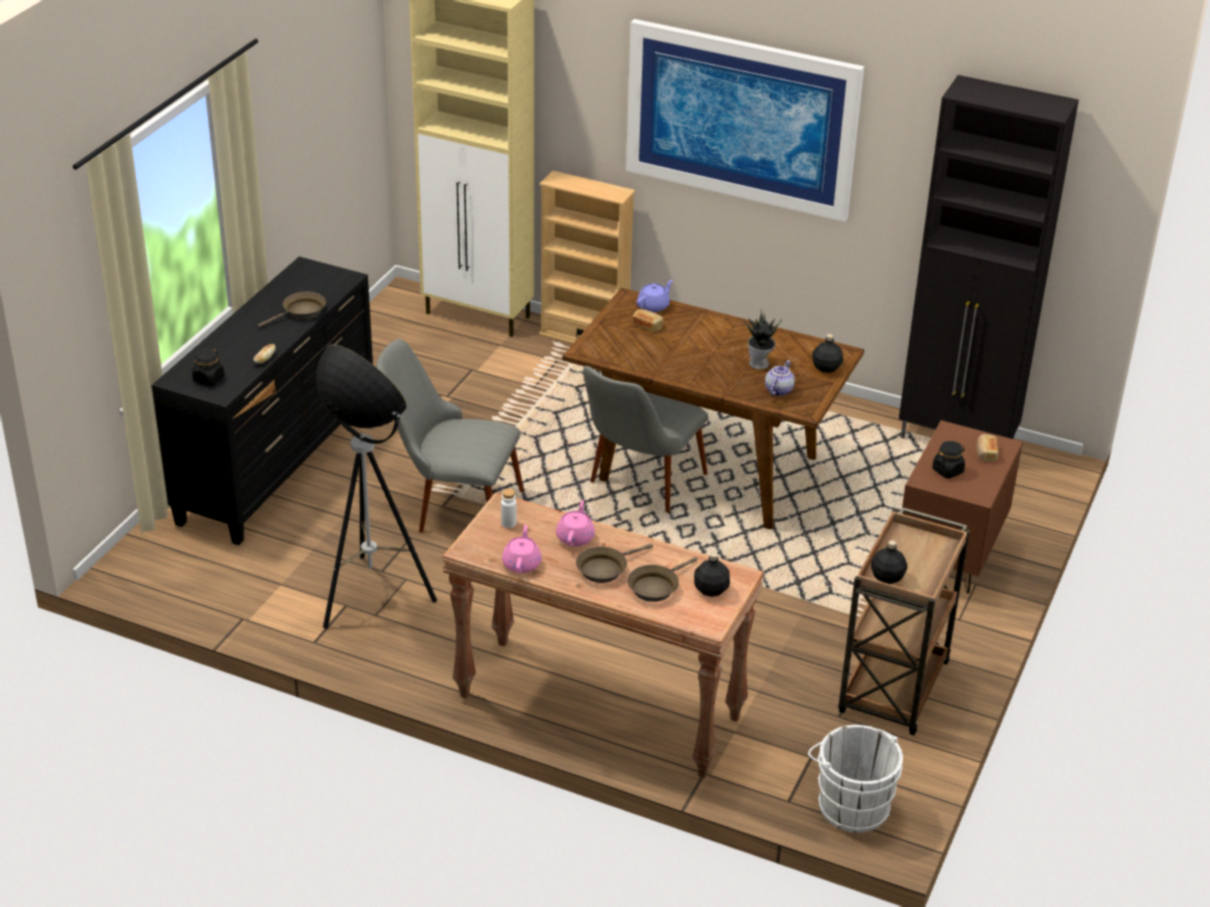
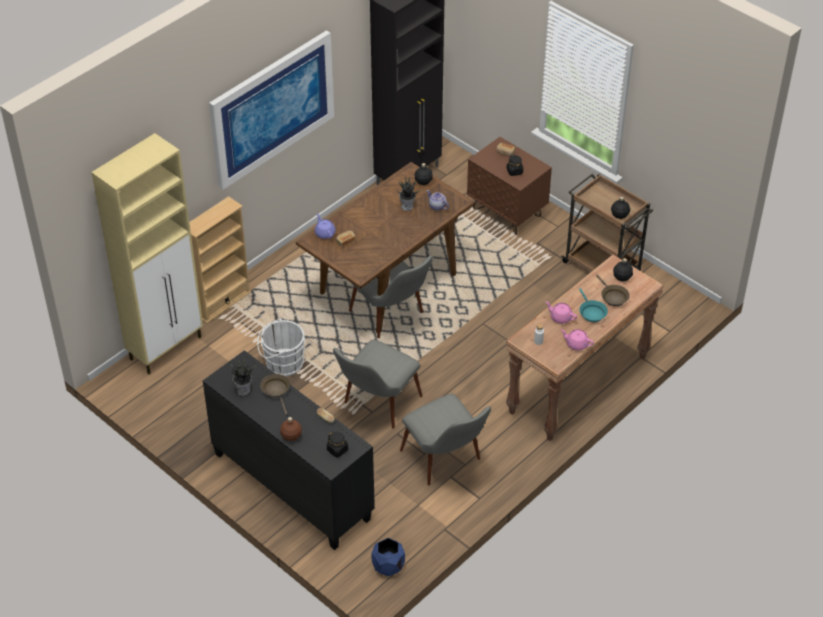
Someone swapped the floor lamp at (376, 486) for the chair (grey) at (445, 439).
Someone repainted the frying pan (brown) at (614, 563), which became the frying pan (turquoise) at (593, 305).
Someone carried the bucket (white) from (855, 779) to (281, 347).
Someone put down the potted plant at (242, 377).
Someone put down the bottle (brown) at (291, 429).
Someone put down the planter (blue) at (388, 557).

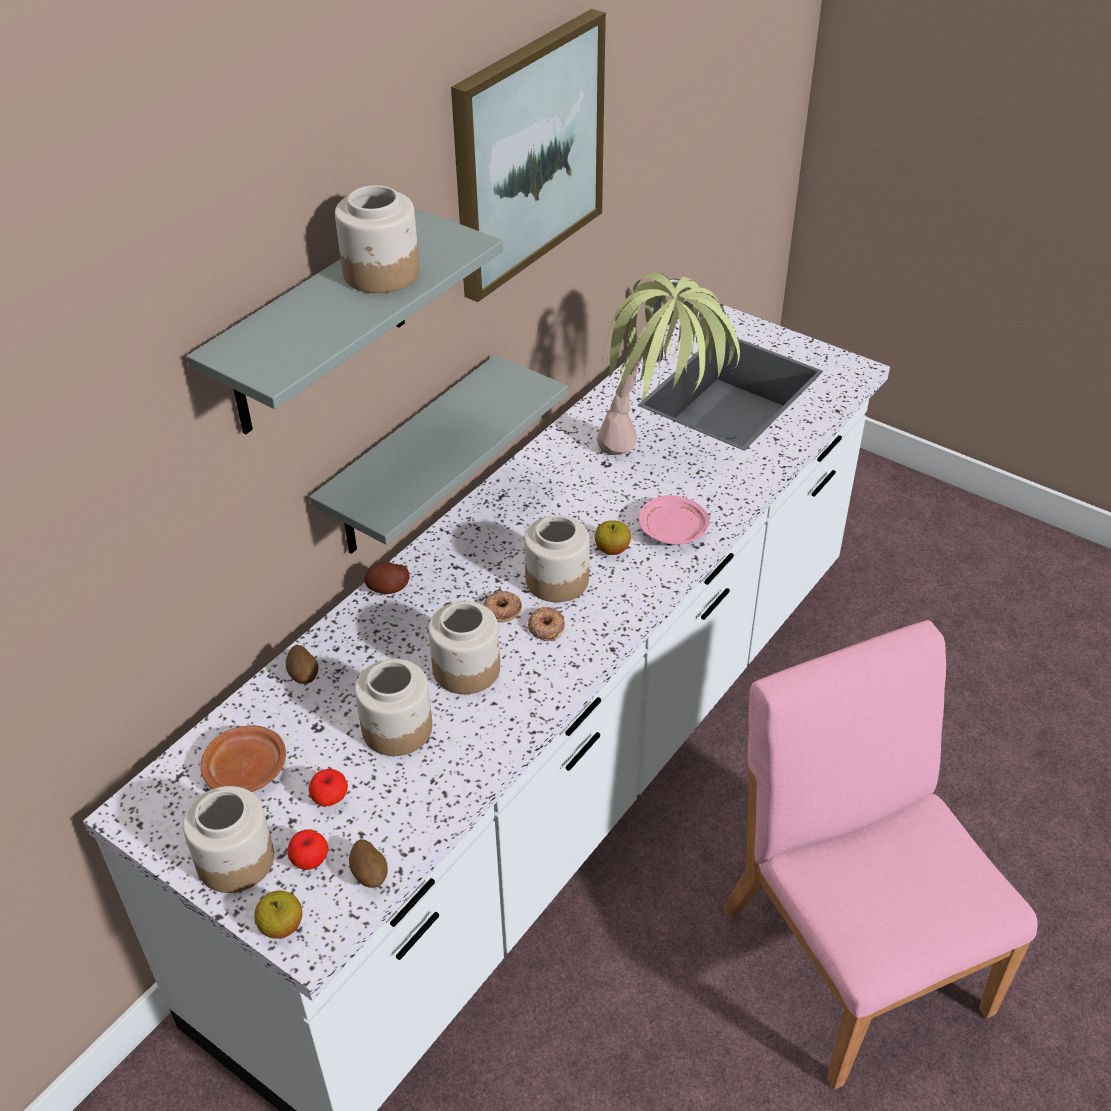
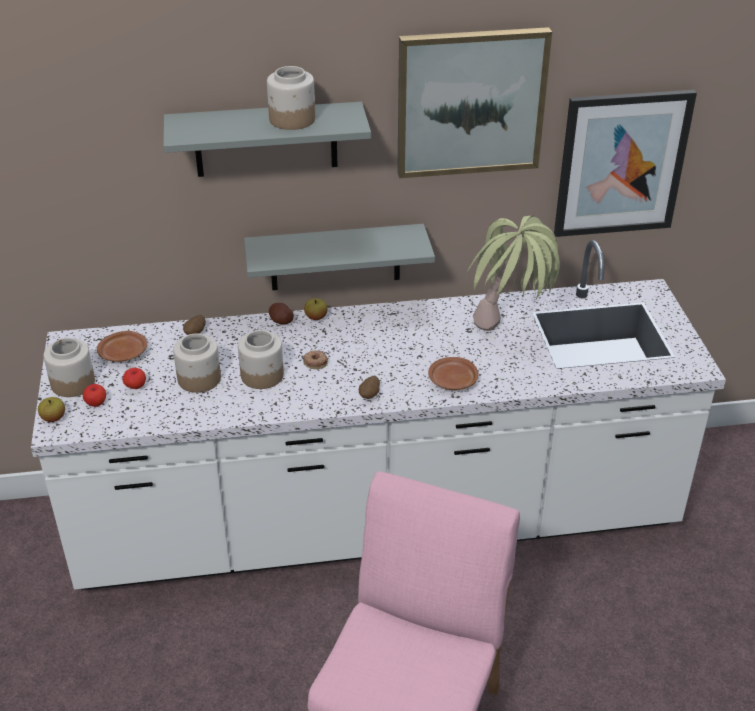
Someone carried the potato from (368, 863) to (369, 387).
Someone took away the jar at (557, 558).
Someone took away the donut at (546, 624).
Someone carried the apple from (613, 537) to (316, 309).
Someone repainted the plate (pink) at (674, 519), which became the plate (brown) at (453, 373).
Someone put up the picture at (625, 163).

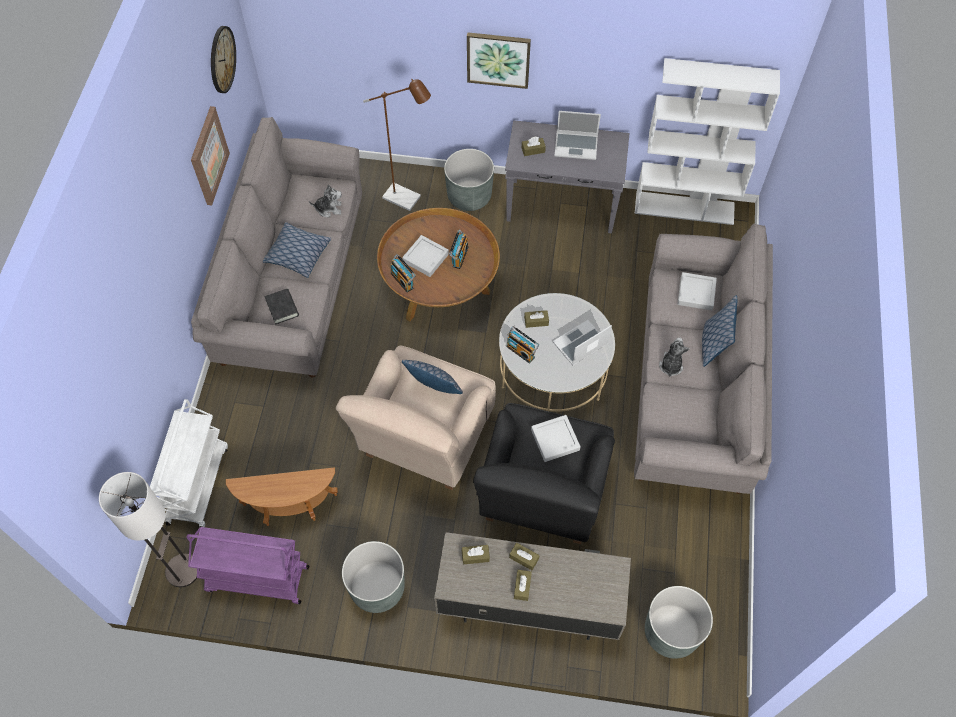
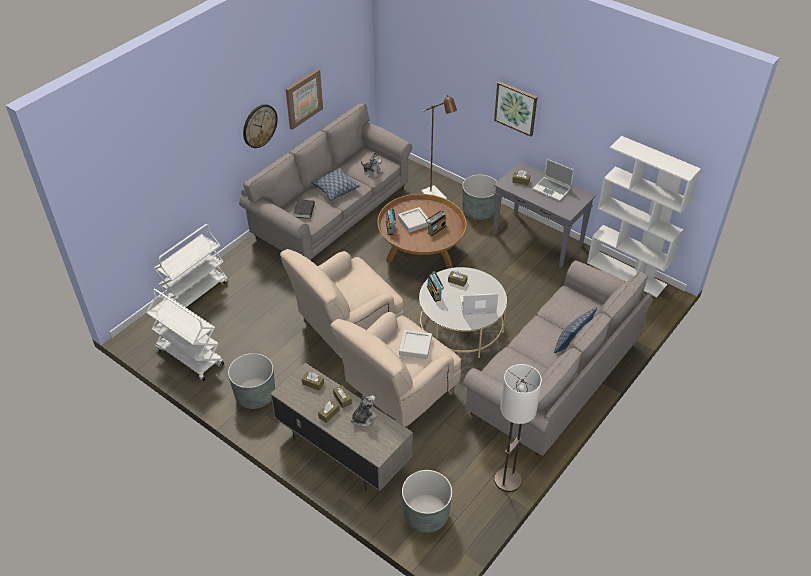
Someone carried the floor lamp from (149, 529) to (518, 428).
Someone repainted the cart (purple) at (247, 565), which became the cart (white) at (185, 334).
Someone carried the wall clock from (223, 59) to (260, 126).
Someone took away the side table (brown) at (282, 496).
Someone took away the pillow at (432, 377).
Someone repainted the armchair (black) at (544, 473), which became the armchair (beige) at (395, 370).
Someone carried the plush toy from (674, 357) to (363, 411).
Someone took away the tray (grey) at (697, 291).

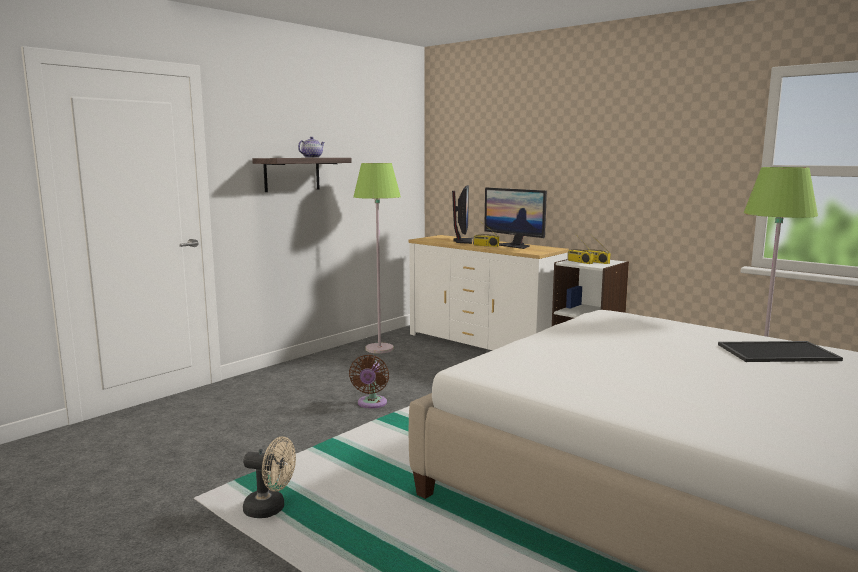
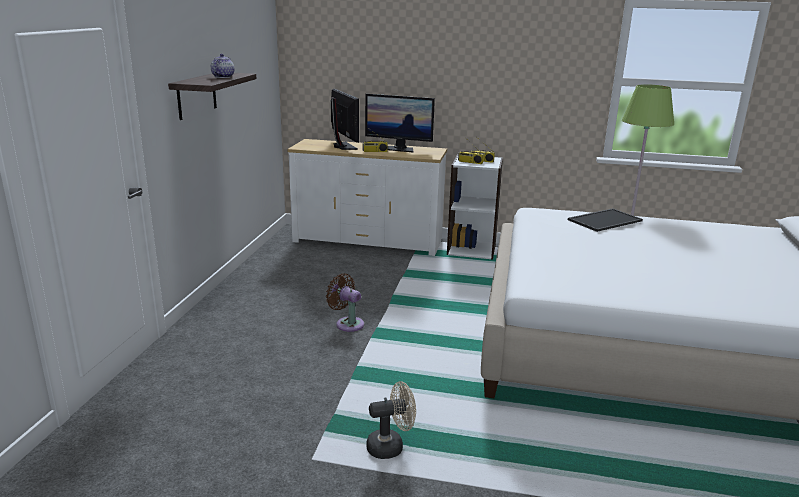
Someone rotated the fan (brown) at (369, 381) by 150 degrees clockwise.
Someone took away the floor lamp (green) at (377, 258).
Someone carried the tray from (780, 351) to (605, 220).

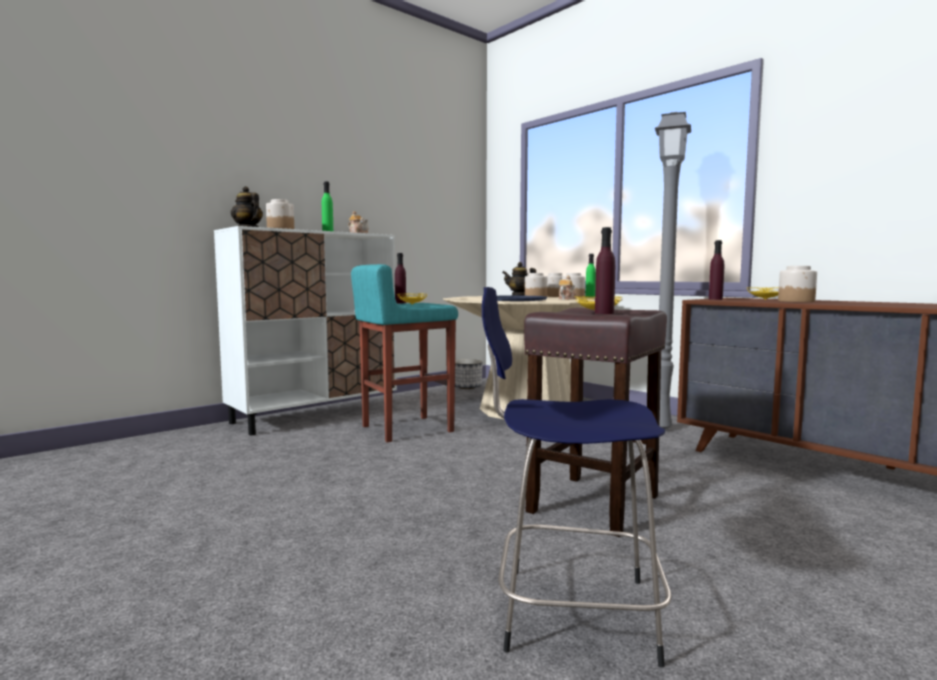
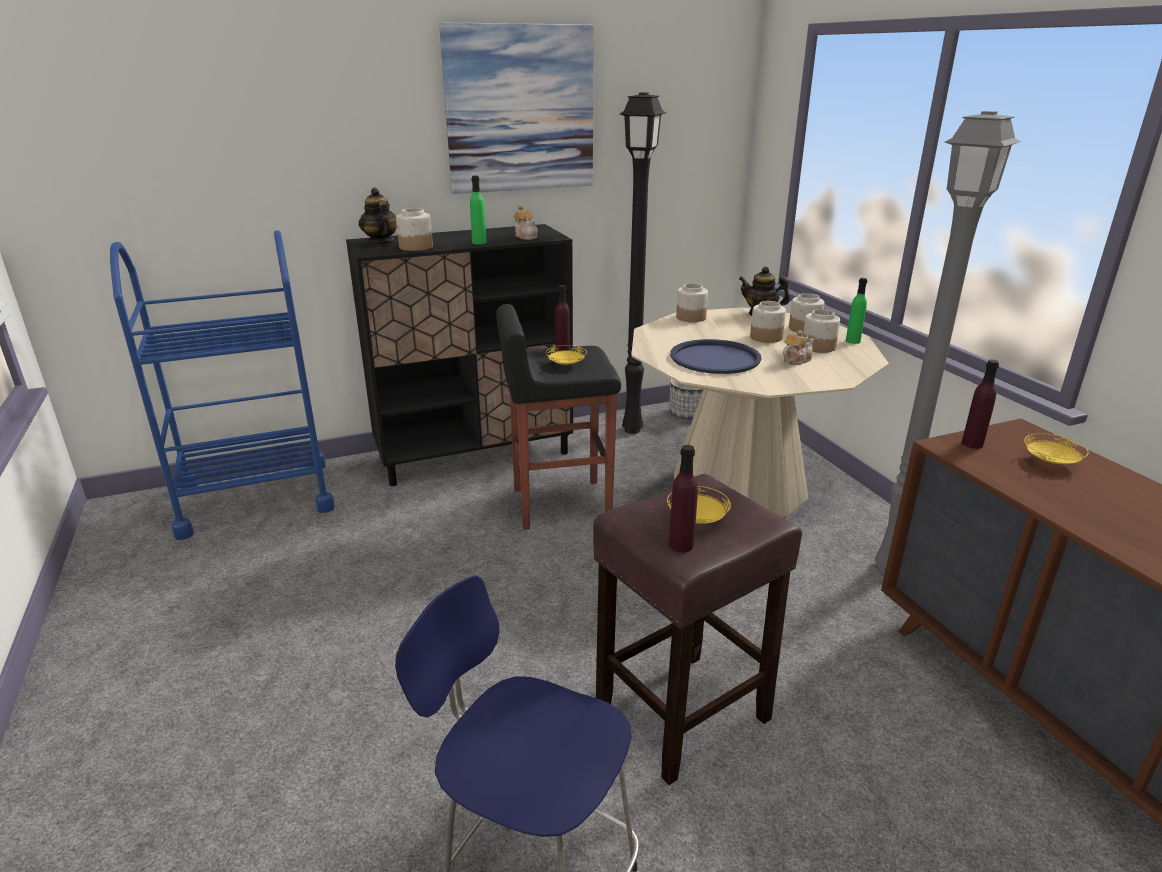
Someone repainted the cabinet (white) at (305, 330), which became the cabinet (black) at (459, 355).
Someone repainted the stool (turquoise) at (404, 353), which became the stool (black) at (558, 417).
Someone carried the jar from (797, 284) to (692, 302).
Someone put down the cart (blue) at (222, 385).
Someone put up the picture at (516, 108).
Someone put down the floor lamp (black) at (643, 263).

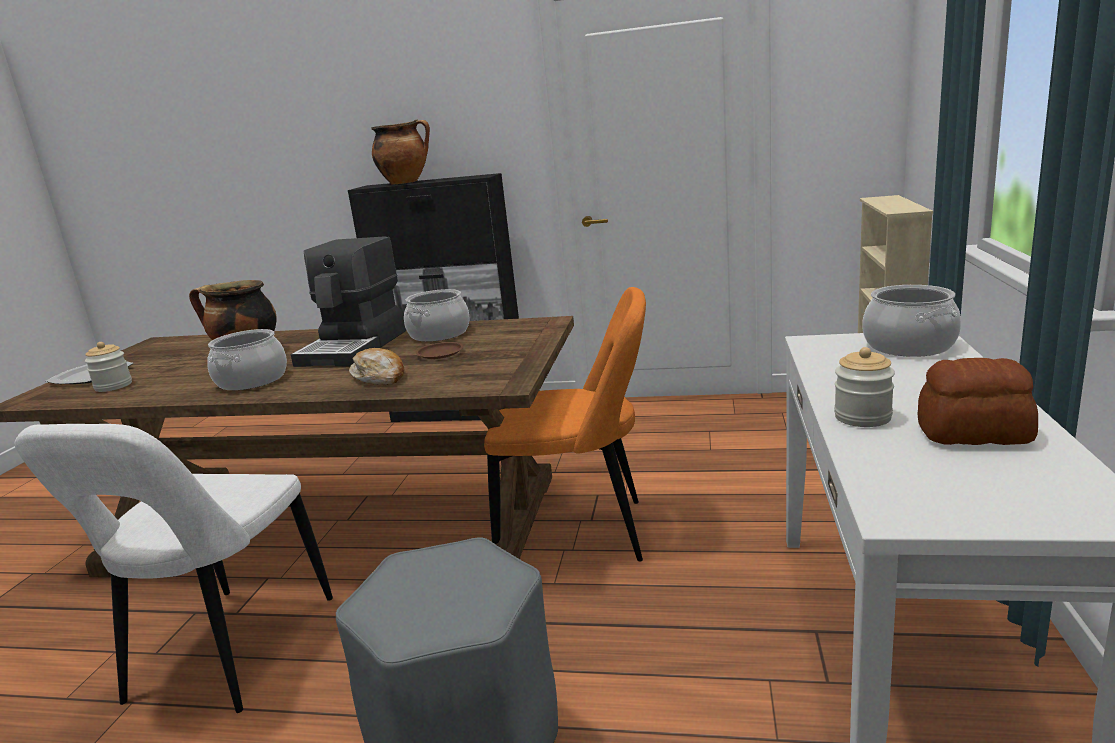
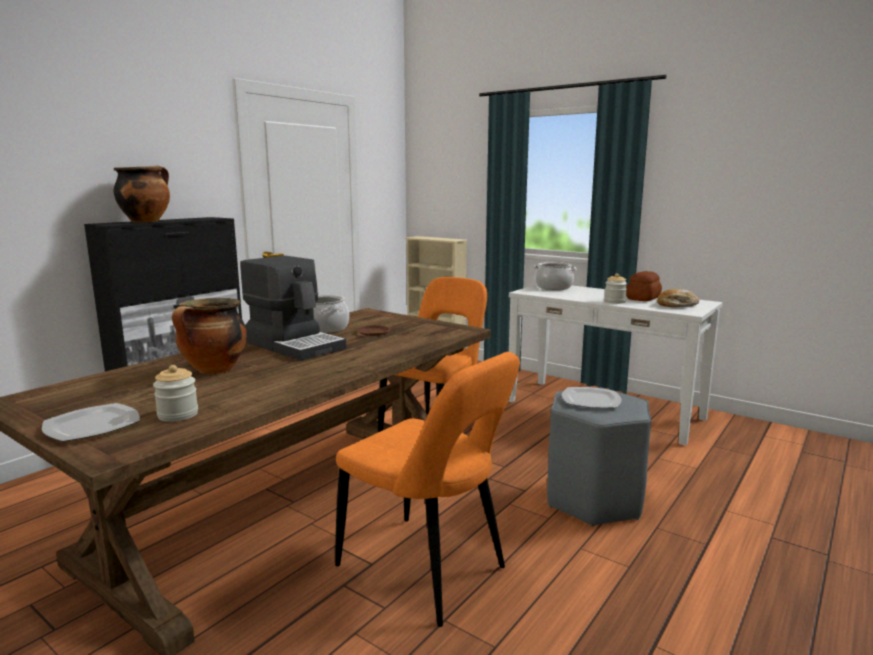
Someone repainted the chair (white) at (173, 568), which became the chair (orange) at (427, 489).
Someone took away the cooking pot at (247, 359).
Someone carried the bread from (376, 366) to (678, 298).
Someone put down the plate at (591, 397).

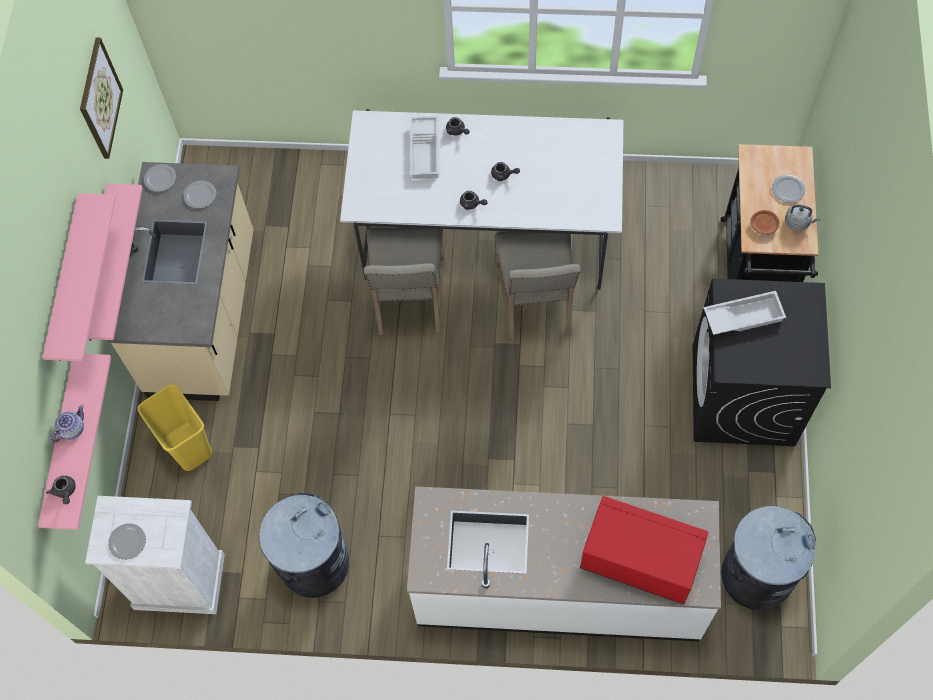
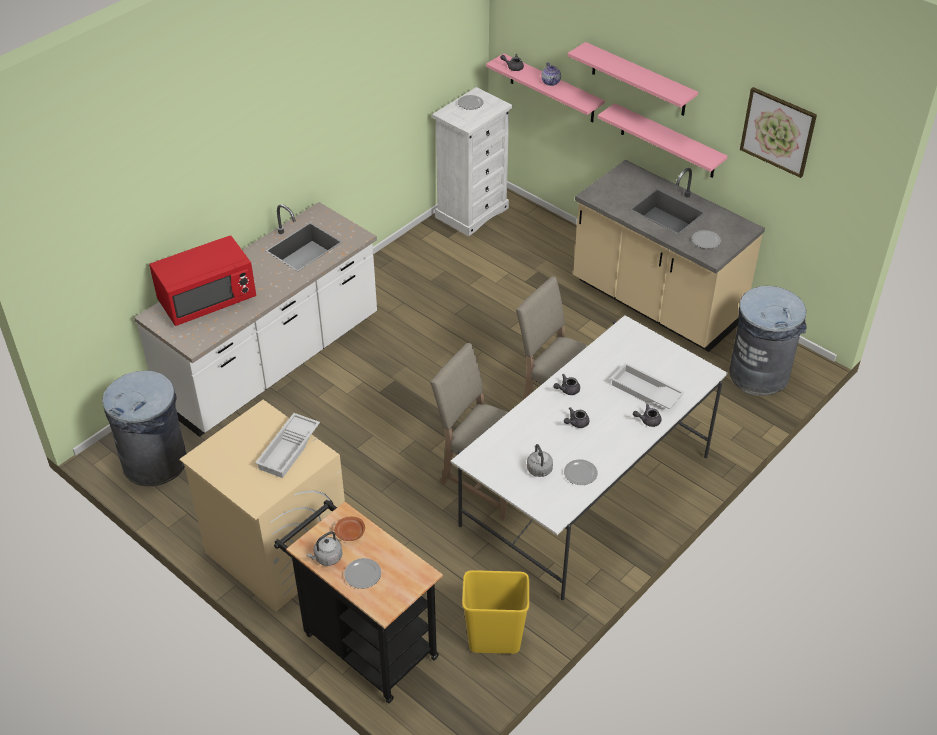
Someone carried the trash can (yellow) from (175, 427) to (495, 612).
Someone carried the plate from (160, 178) to (581, 472).
Someone carried the trash can (grey) from (304, 545) to (767, 341).
Someone repainted the washing machine (black) at (762, 362), which became the washing machine (beige) at (262, 505).
Someone put down the kettle (grey) at (540, 460).

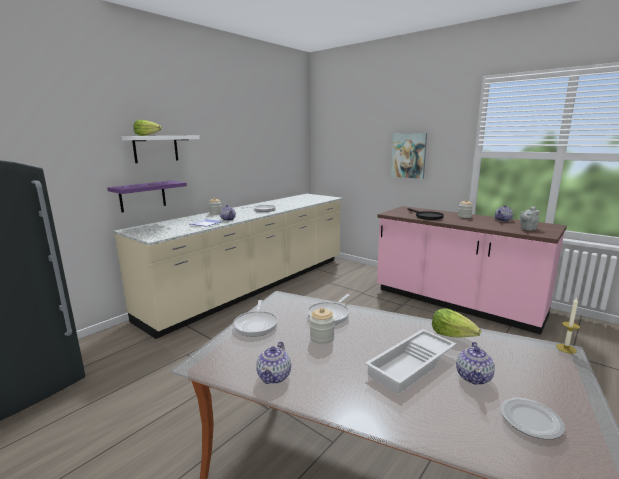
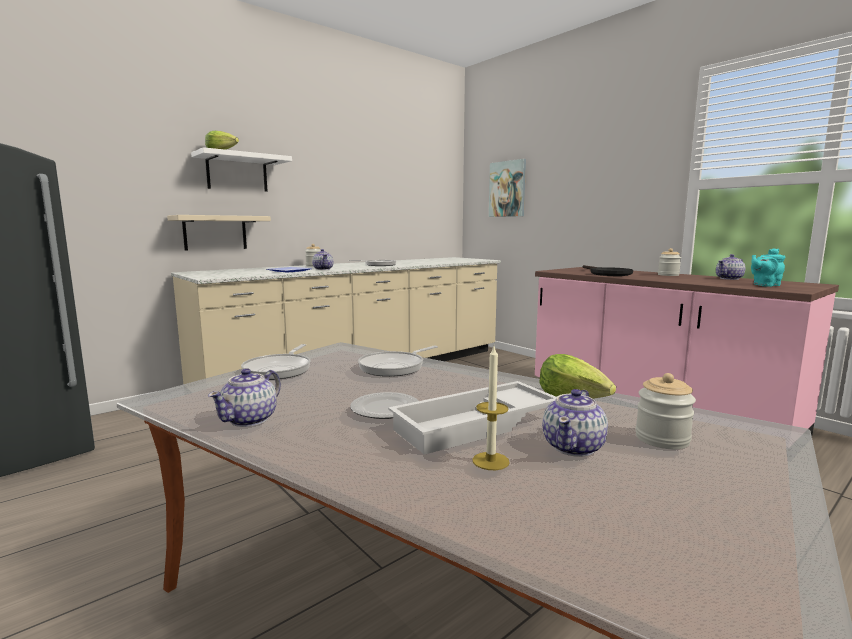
Someone repainted the shelf (purple) at (147, 196), which became the shelf (beige) at (219, 233).
Someone carried the jar from (322, 326) to (665, 411).
Someone carried the picture from (409, 156) to (507, 188).
Someone carried the plate from (532, 418) to (384, 405).
Someone repainted the teapot (grey) at (530, 218), which became the teapot (turquoise) at (768, 267).
Someone carried the candle from (568, 325) to (491, 408).

